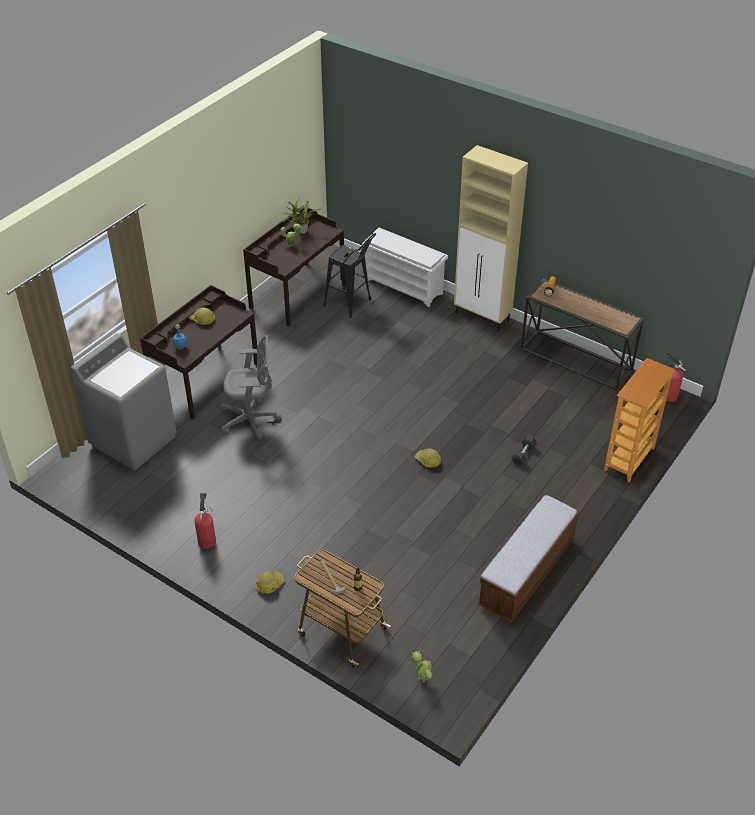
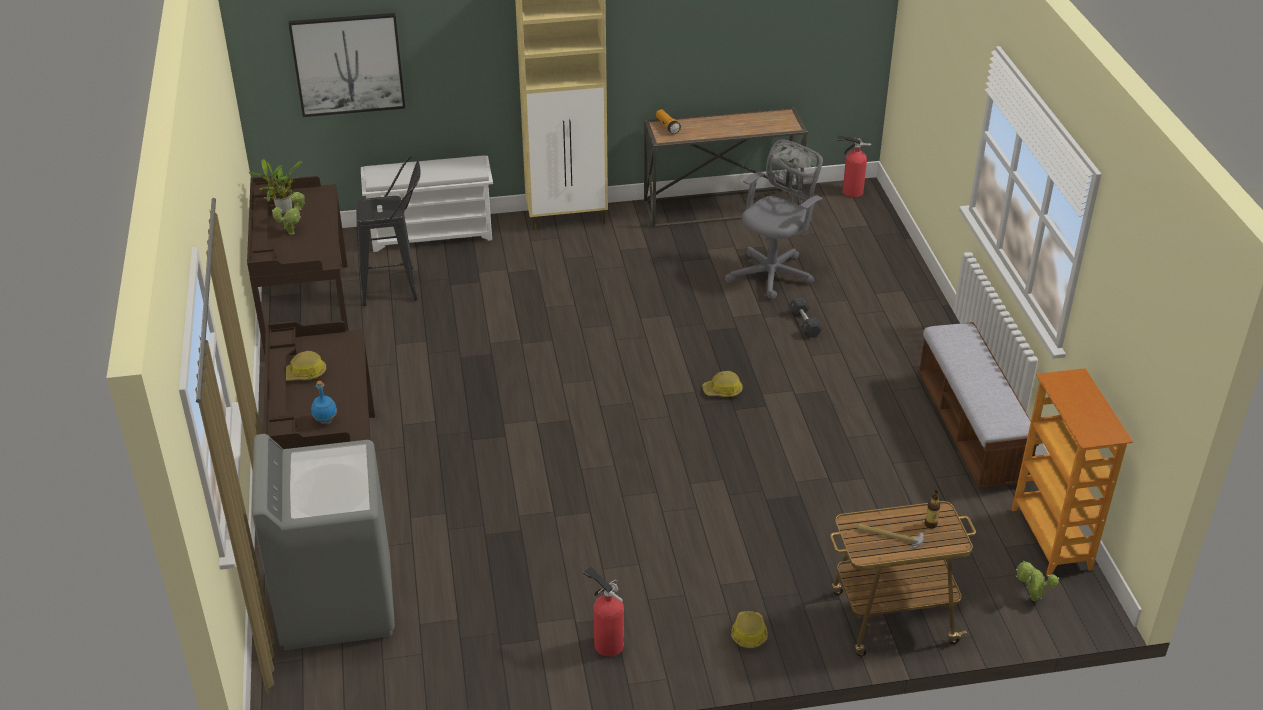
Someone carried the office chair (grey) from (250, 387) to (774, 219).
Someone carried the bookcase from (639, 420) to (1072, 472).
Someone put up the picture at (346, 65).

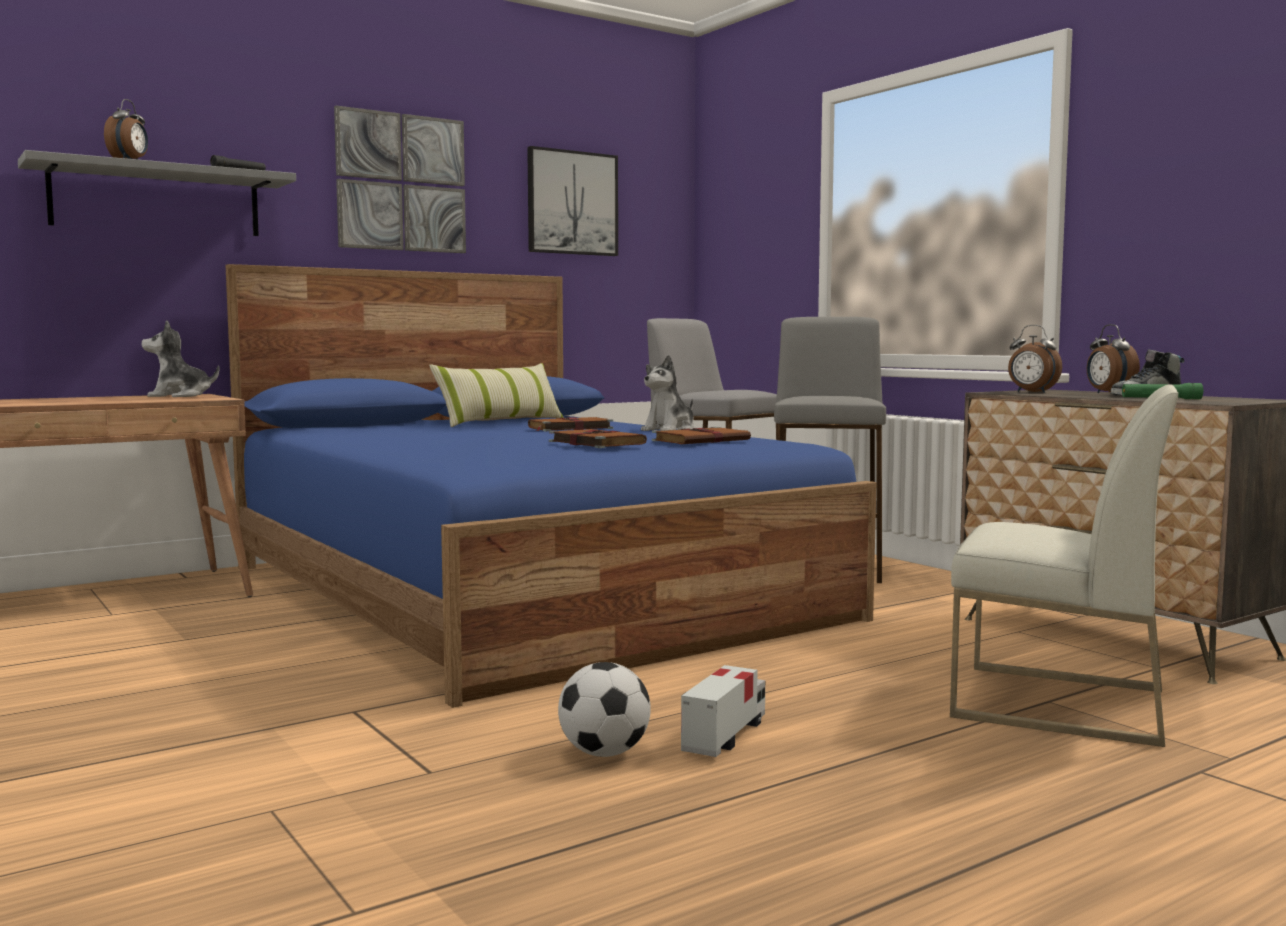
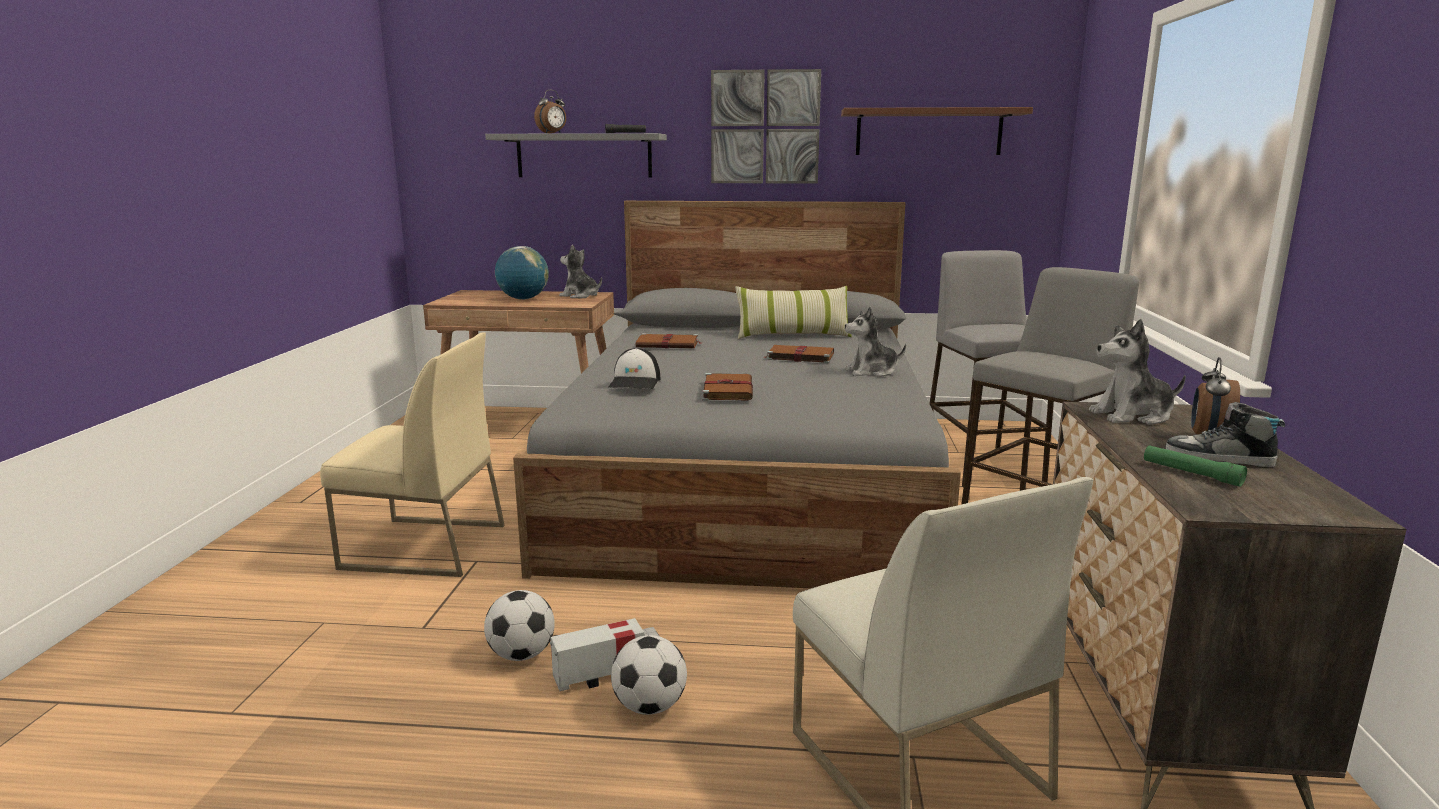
Someone repainted the bed (blue) at (550, 486), which became the bed (grey) at (737, 394).
Someone swapped the picture at (572, 201) for the shelf (brown) at (937, 131).
Someone carried the book (brown) from (701, 435) to (668, 340).
Someone swapped the alarm clock at (1035, 359) for the plush toy at (1137, 372).
Someone put down the chair (beige) at (412, 454).
Someone put down the globe at (522, 272).
Someone put down the cap at (634, 368).
Someone put down the football at (649, 675).

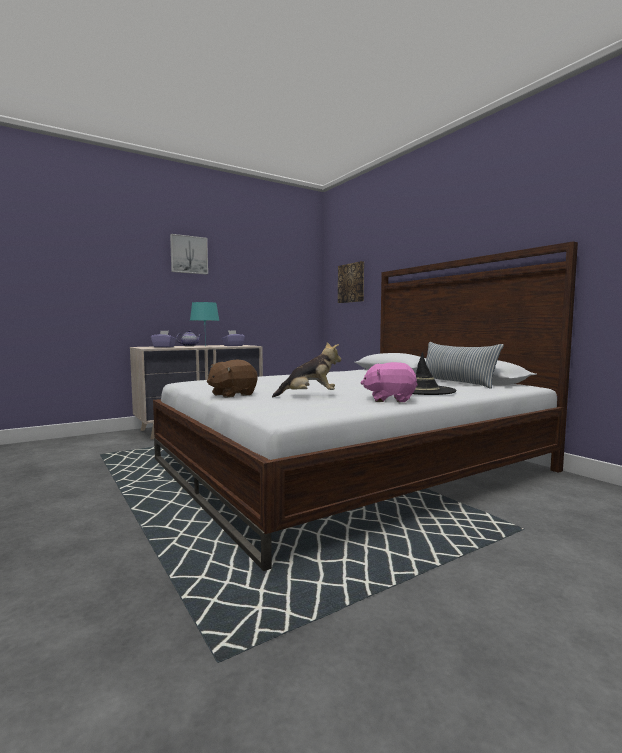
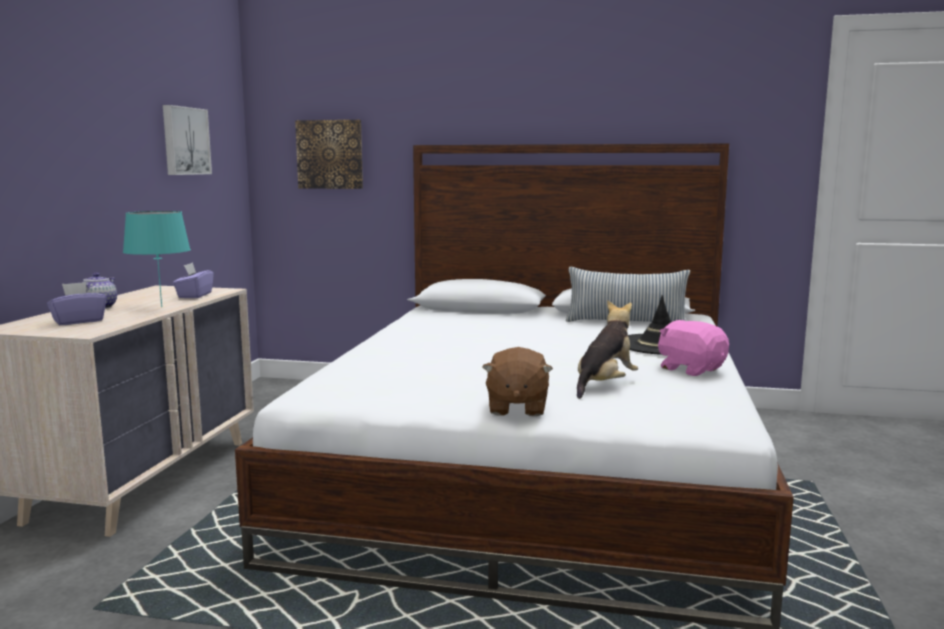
Someone carried the picture from (189, 254) to (187, 140).
Someone rotated the plush toy (pink) at (389, 382) by 90 degrees clockwise.

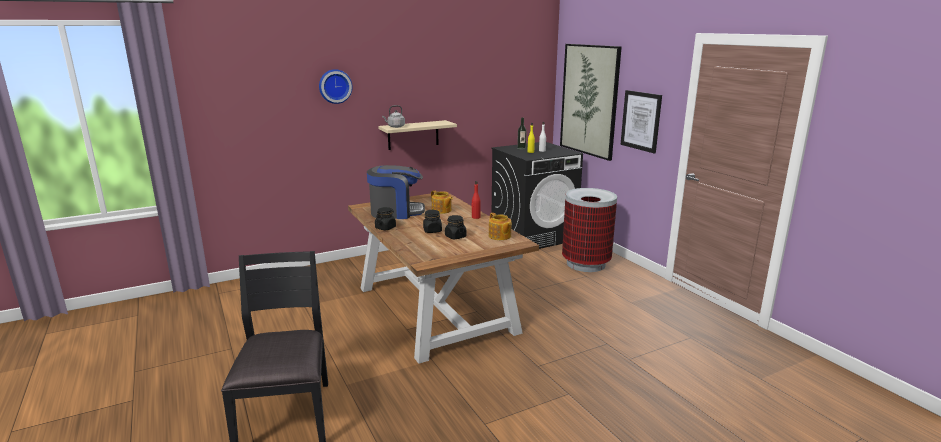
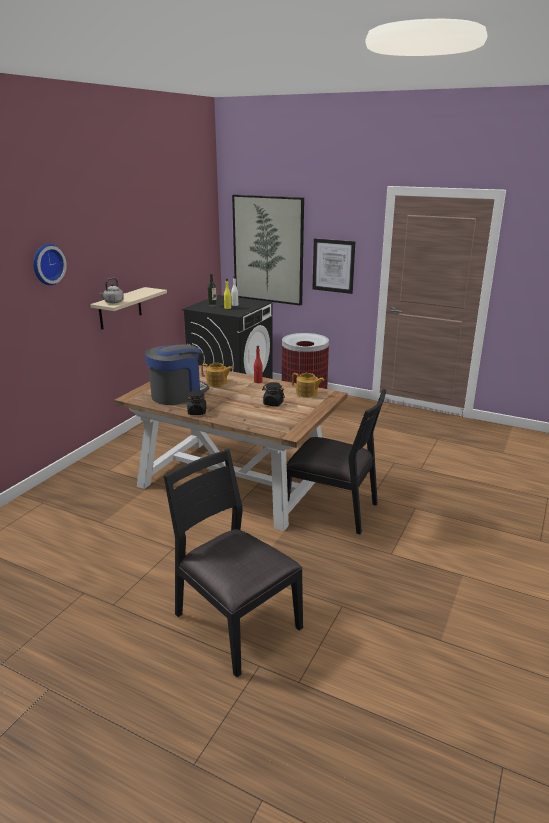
Someone took away the jar (black) at (432, 221).
Someone put down the chair (black) at (337, 462).

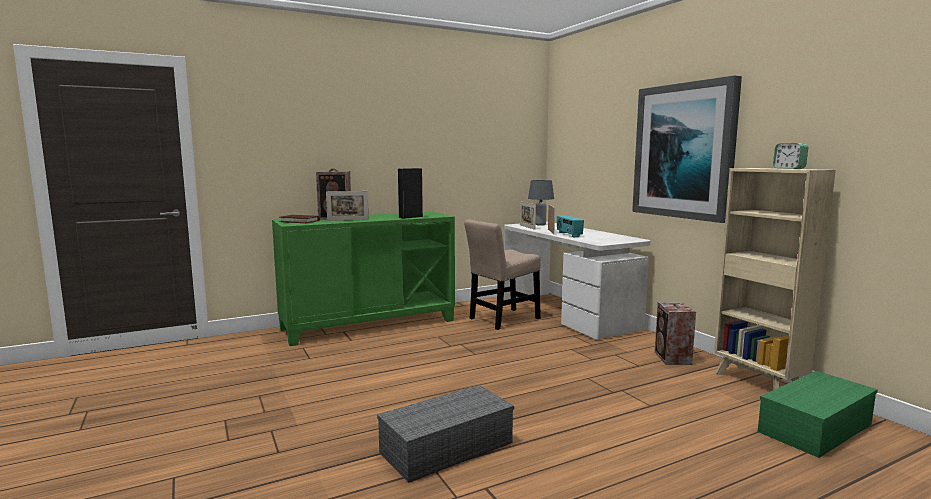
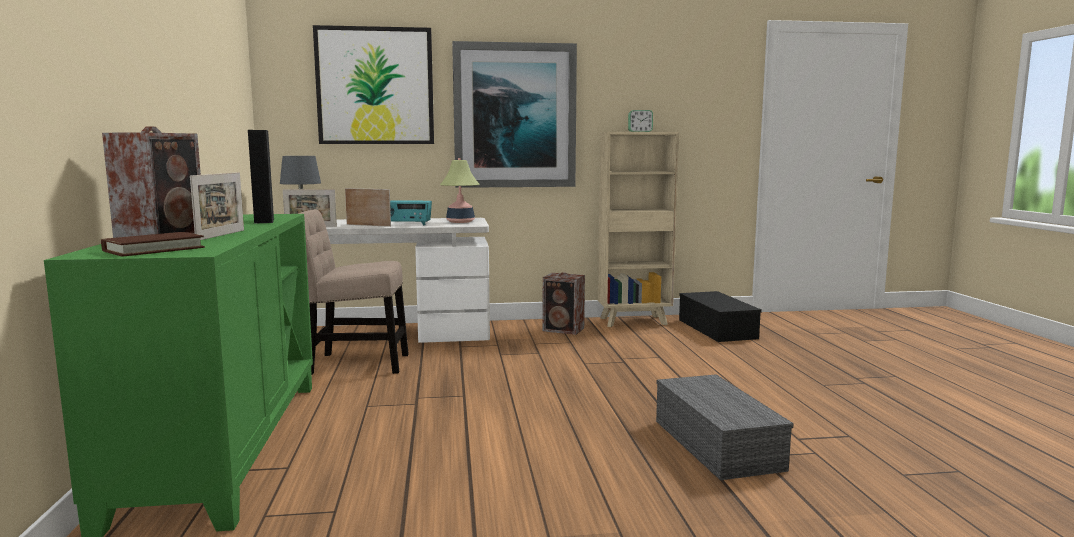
Someone rotated the chair (beige) at (502, 274) by 105 degrees clockwise.
Someone repainted the storage box (green) at (818, 414), which became the storage box (black) at (720, 316).
Someone put up the picture at (373, 84).
Someone put down the table lamp at (460, 190).

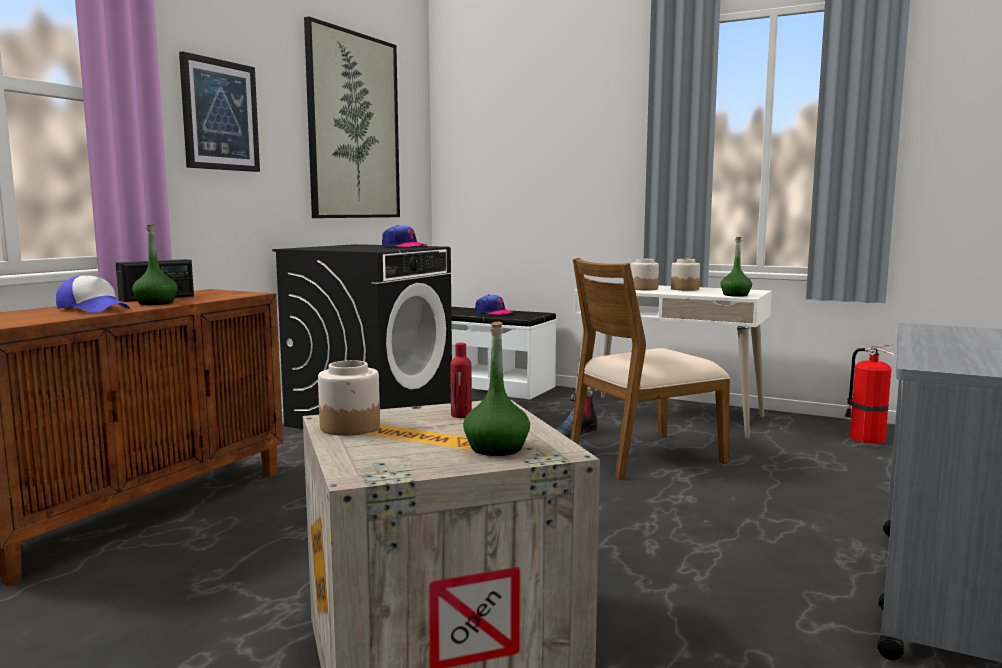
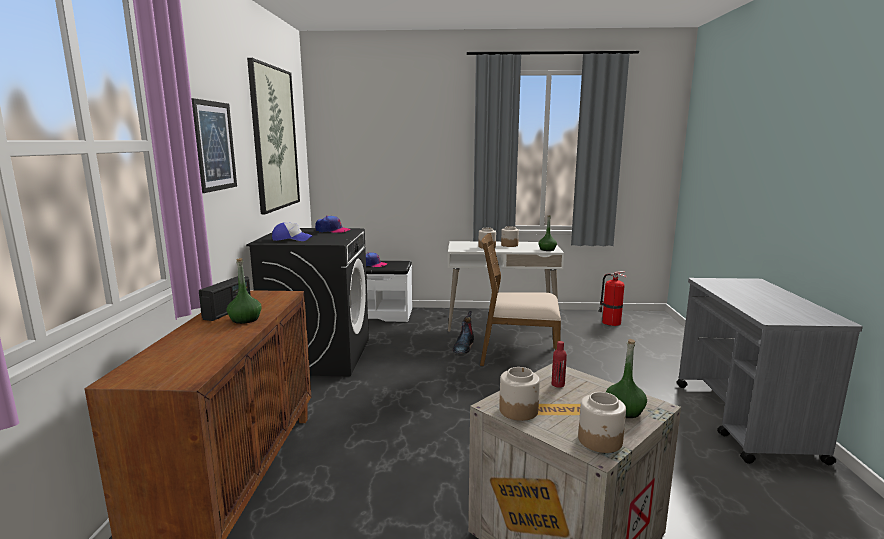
Someone carried the cap from (93, 294) to (292, 231).
Someone rotated the chair (brown) at (650, 369) by 60 degrees clockwise.
Someone put down the jar at (602, 422).

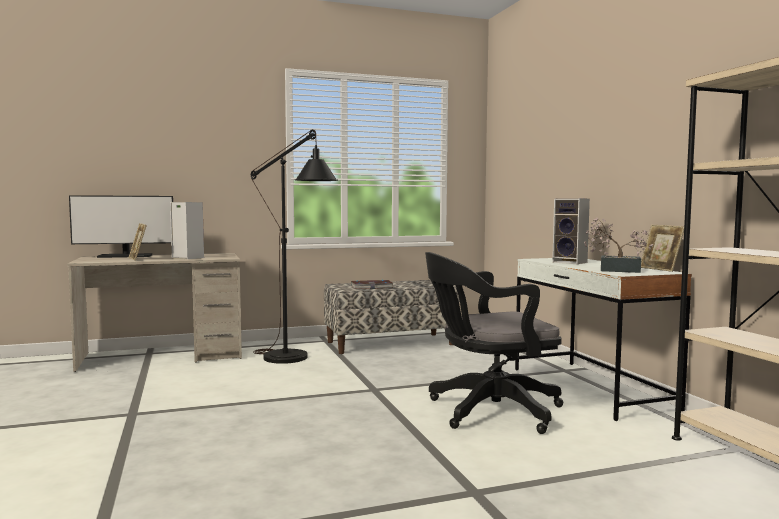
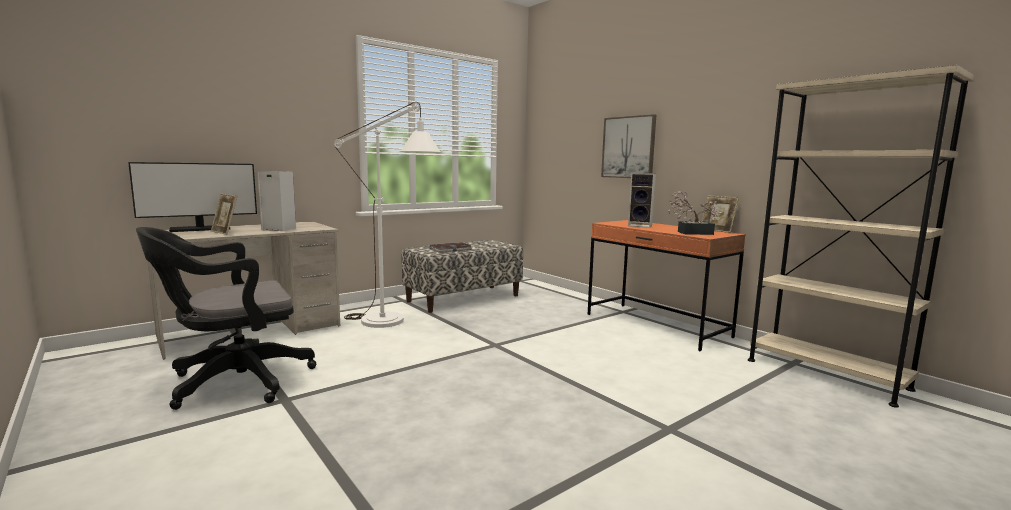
Someone repainted the floor lamp (black) at (294, 246), which became the floor lamp (white) at (388, 215).
Someone carried the office chair (black) from (494, 343) to (226, 318).
Someone repainted the desk (white) at (603, 339), which became the desk (orange) at (667, 285).
Someone put up the picture at (628, 146).

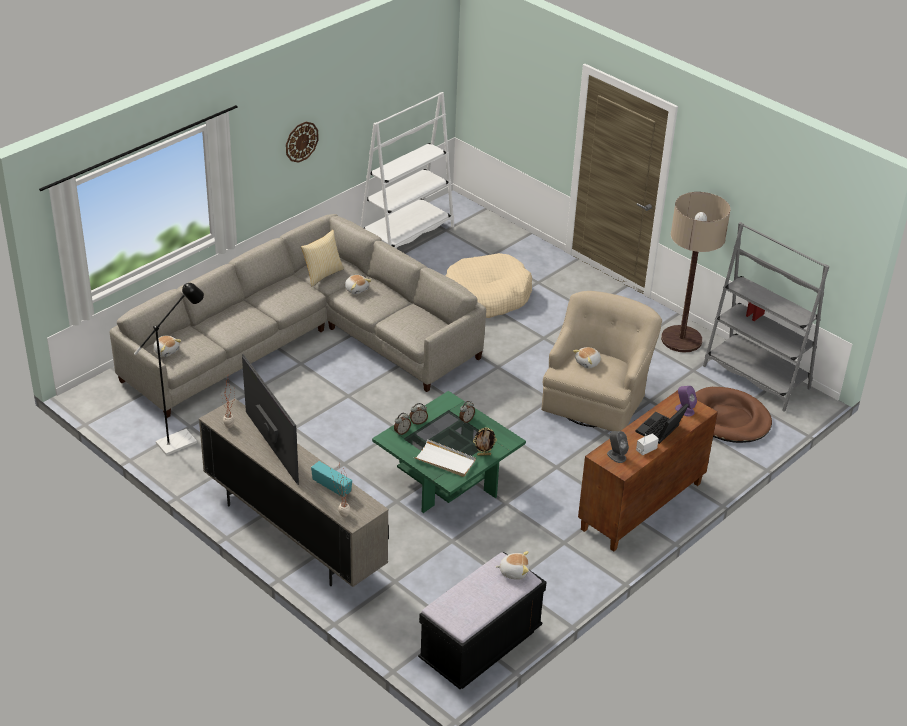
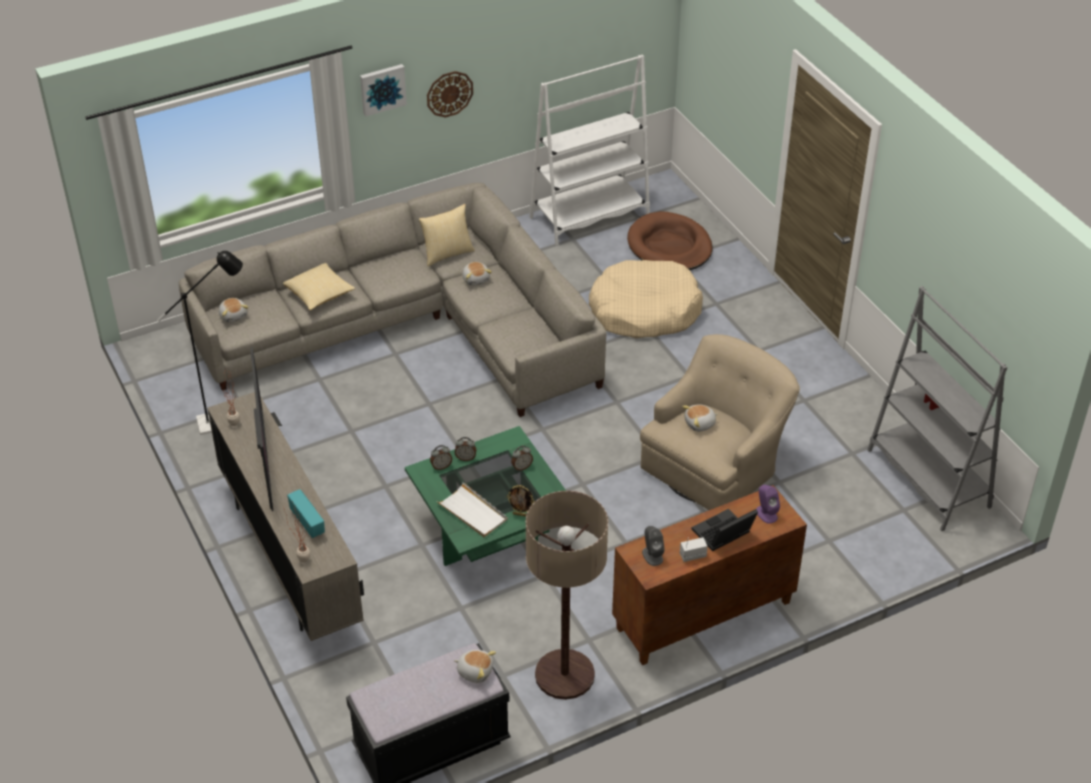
Someone carried the floor lamp from (696, 272) to (567, 595).
Someone carried the dog bed (brown) from (733, 415) to (670, 240).
Someone put down the pillow at (319, 286).
Someone put up the picture at (383, 90).

